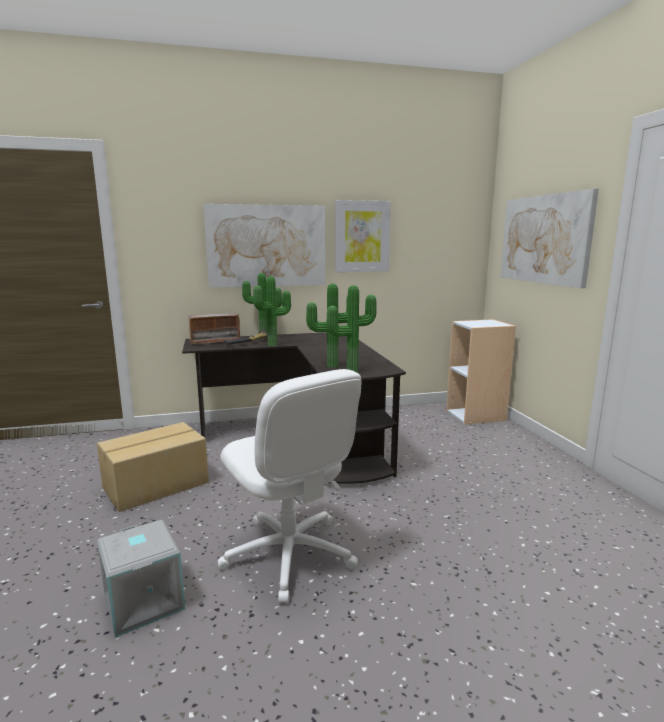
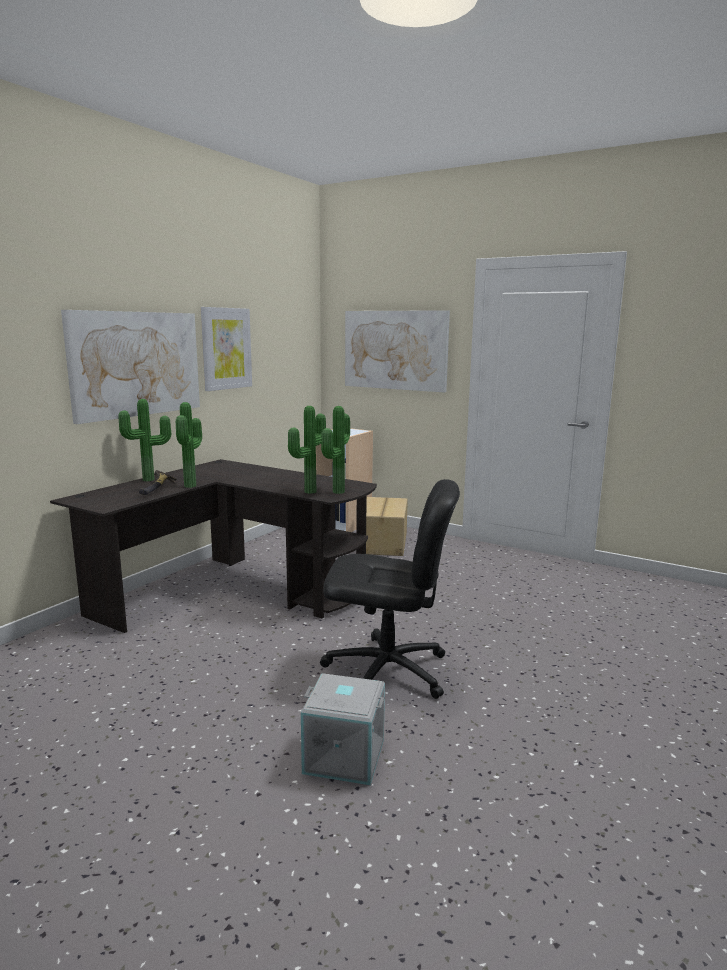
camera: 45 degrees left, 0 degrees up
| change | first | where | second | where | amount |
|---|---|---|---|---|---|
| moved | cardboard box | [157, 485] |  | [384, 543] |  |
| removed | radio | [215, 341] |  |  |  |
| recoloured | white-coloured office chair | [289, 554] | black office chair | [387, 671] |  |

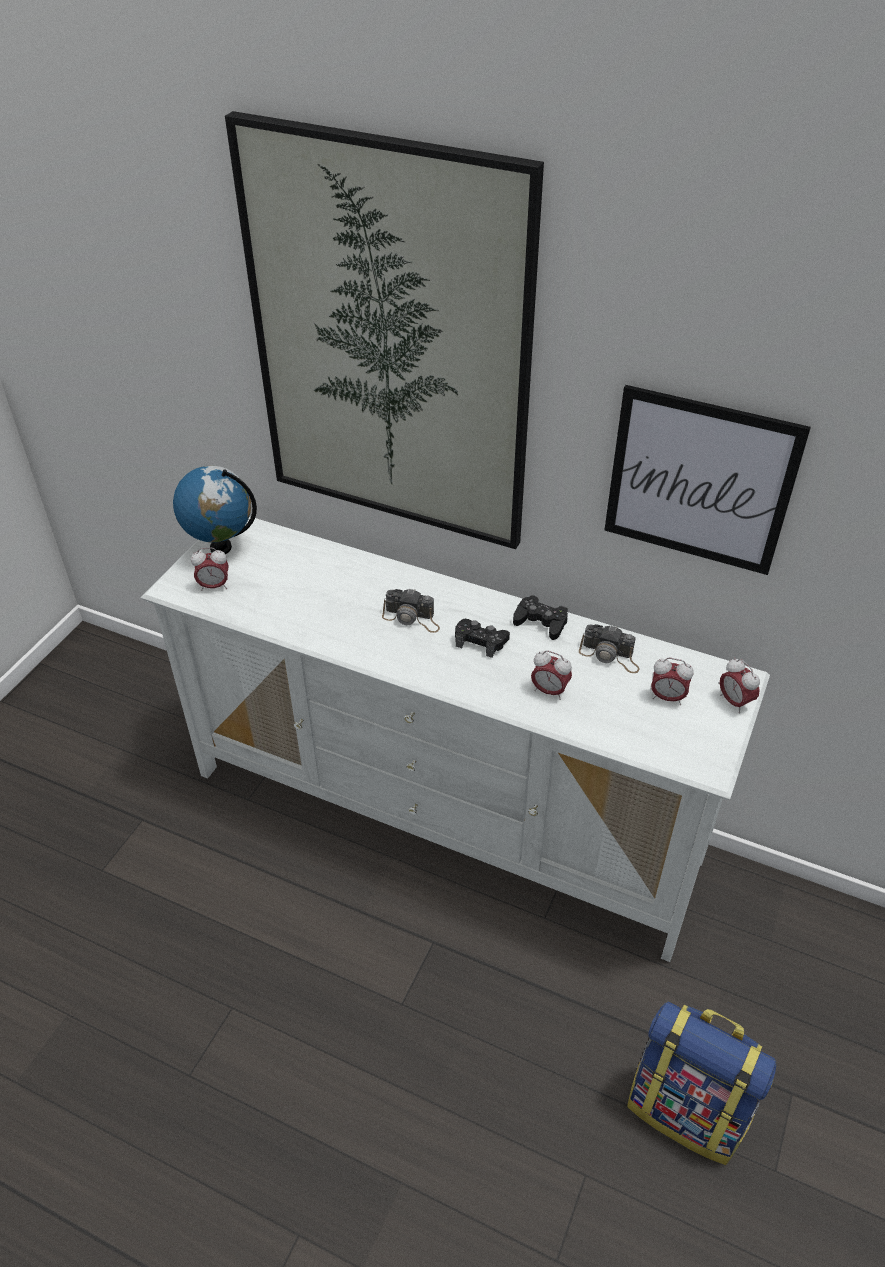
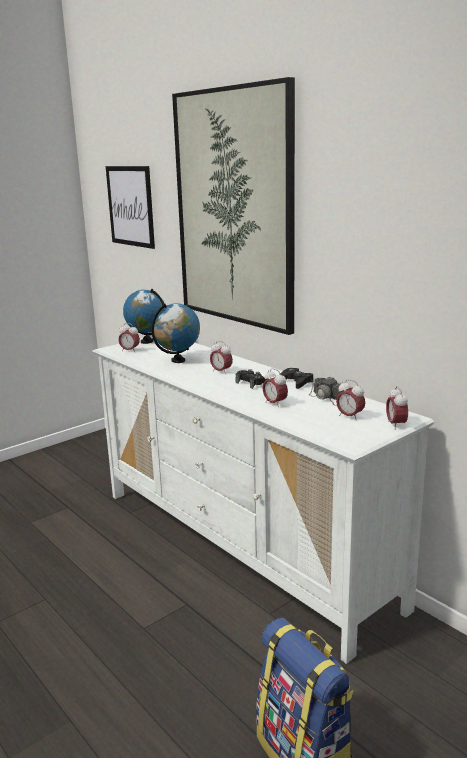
camera: 25 degrees right, 25 degrees down
| change | first | where | second | where | amount |
|---|---|---|---|---|---|
| replaced | photo camera | [412, 618] | bedside clock | [221, 372] |  |
| moved | wall picture | [699, 481] |  | [130, 206] |  |
| added |  |  | desk globe | [178, 360] |  |

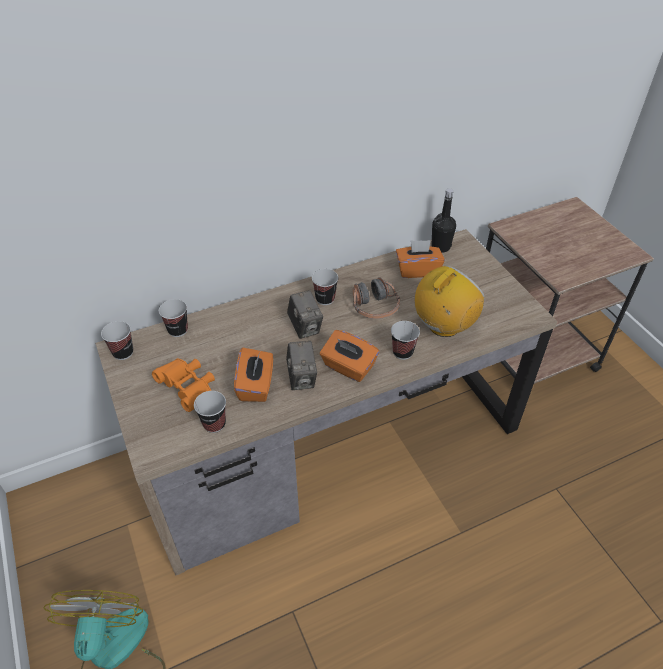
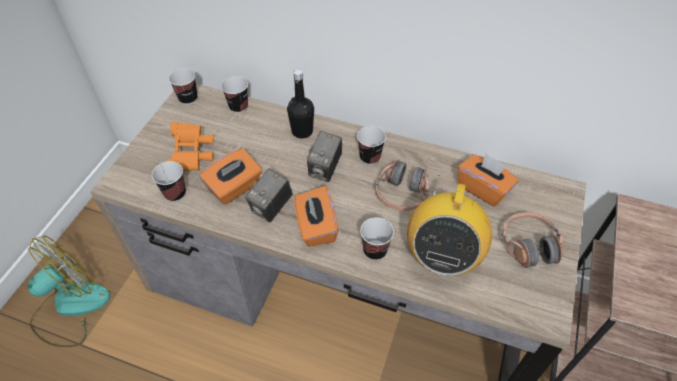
camera: 45 degrees right, 5 degrees up
| change | first | where | second | where | amount |
|---|---|---|---|---|---|
| turned | radio | [443, 326] |  | [442, 257] | 105 degrees clockwise |
| moved | black drink bottle | [440, 247] |  | [302, 131] |  |
| added |  |  | headphones | [529, 245] |  |

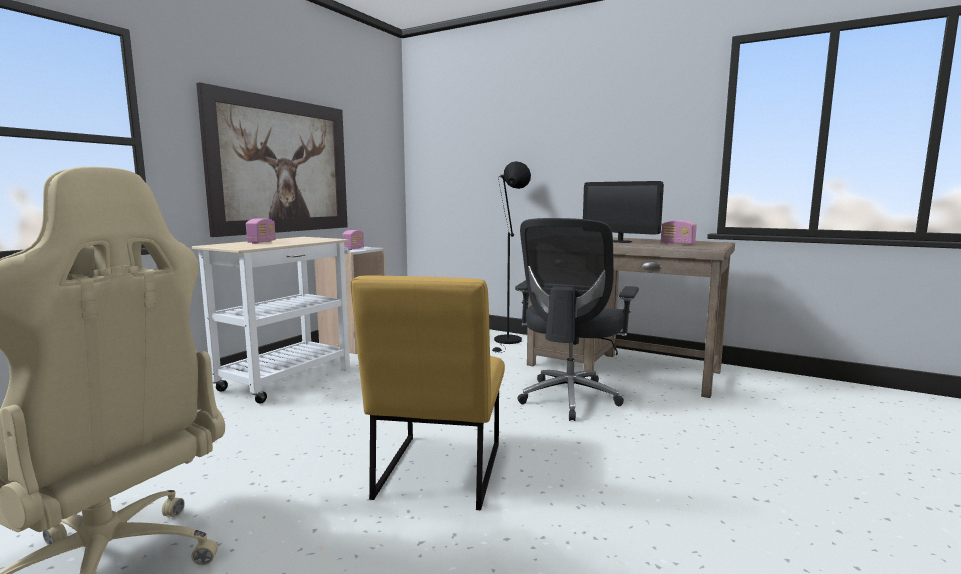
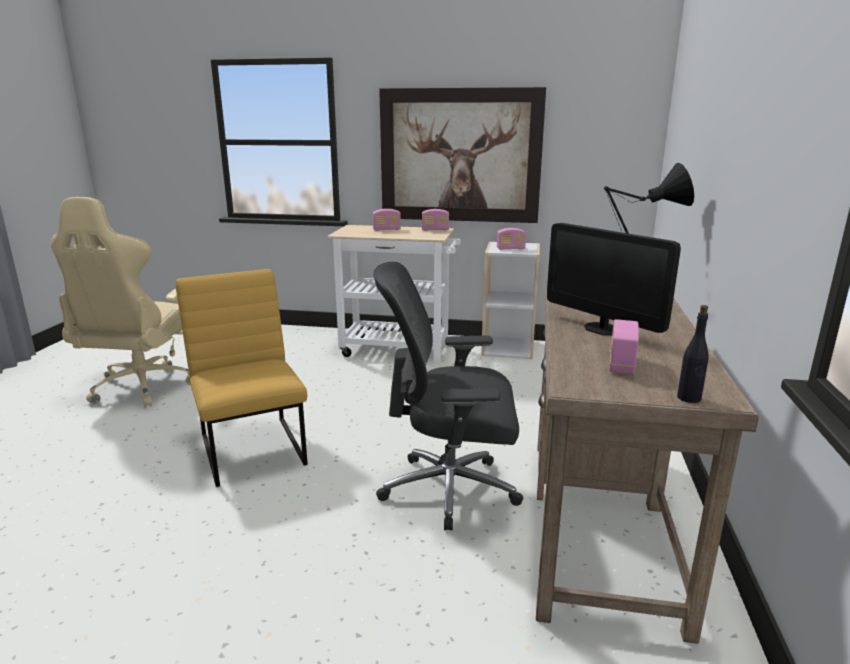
camera: 70 degrees right, 10 degrees up
| change | first | where | second | where | amount |
|---|---|---|---|---|---|
| turned | yellow-coloured plain chair | [438, 472] |  | [253, 447] | 75 degrees clockwise |
| turned | computer screen | [620, 241] |  | [603, 329] | 60 degrees counterclockwise |
| added |  |  | radio | [435, 230] |  |
| added |  |  | black drink bottle | [689, 398] |  |

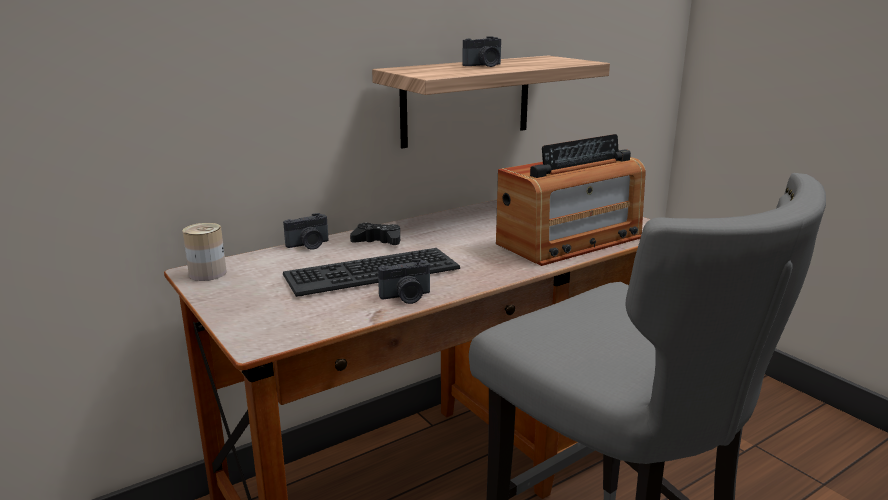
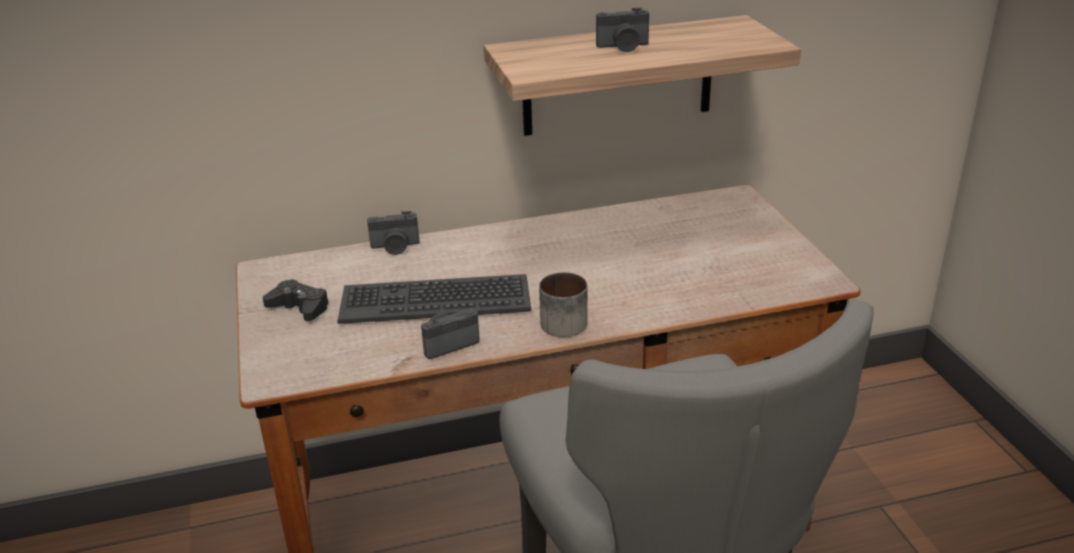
camera: 20 degrees right, 10 degrees up
| change | first | where | second | where | amount |
|---|---|---|---|---|---|
| removed | sealed can | [207, 273] |  |  |  |
| moved | black gamepad | [378, 241] |  | [299, 307] |  |
| turned | photo camera | [406, 297] |  | [448, 343] | 150 degrees clockwise |
| removed | radio | [570, 241] |  |  |  |
| added |  |  | mug | [559, 321] |  |

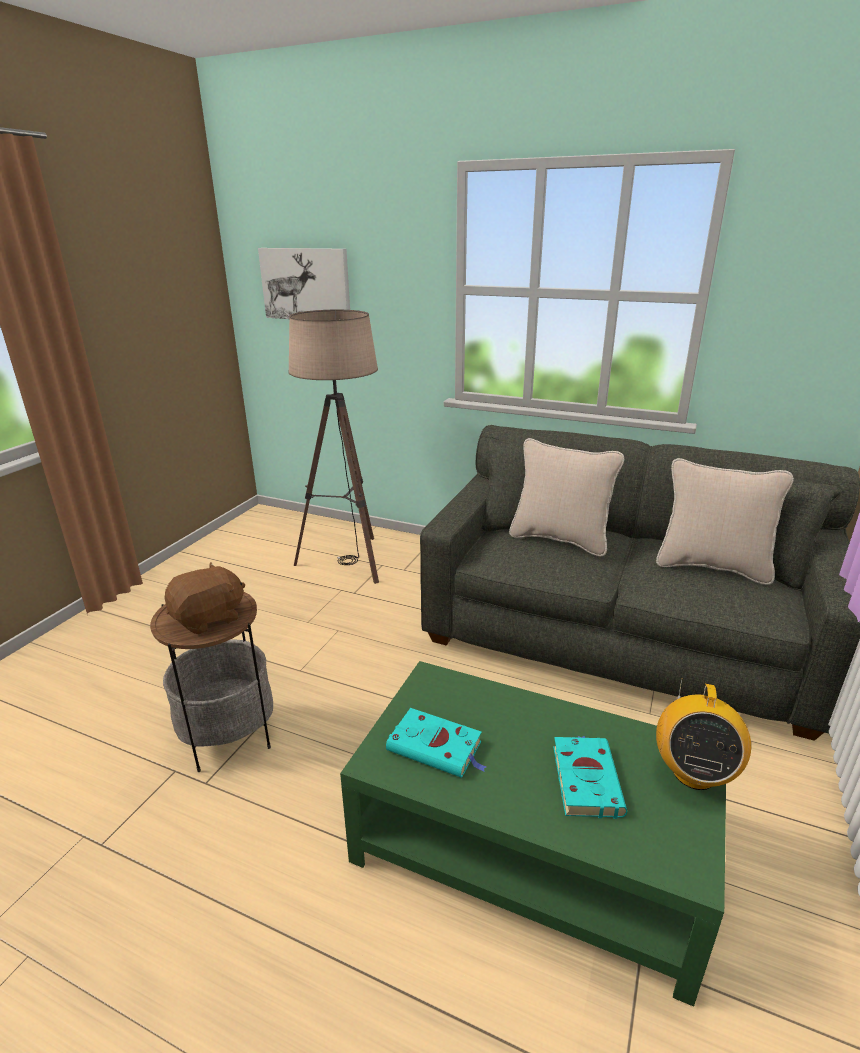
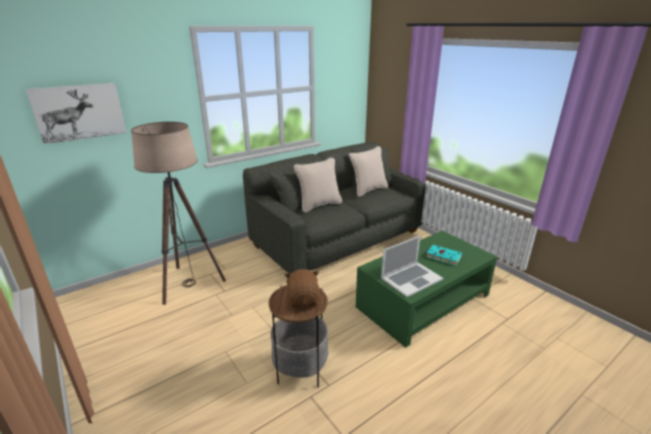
camera: 60 degrees left, 0 degrees up
| change | first | where | second | where | amount |
|---|---|---|---|---|---|
| replaced | turquoise bound book | [437, 747] | notebook computer | [411, 278] |  |
| removed | radio | [693, 773] |  |  |  |

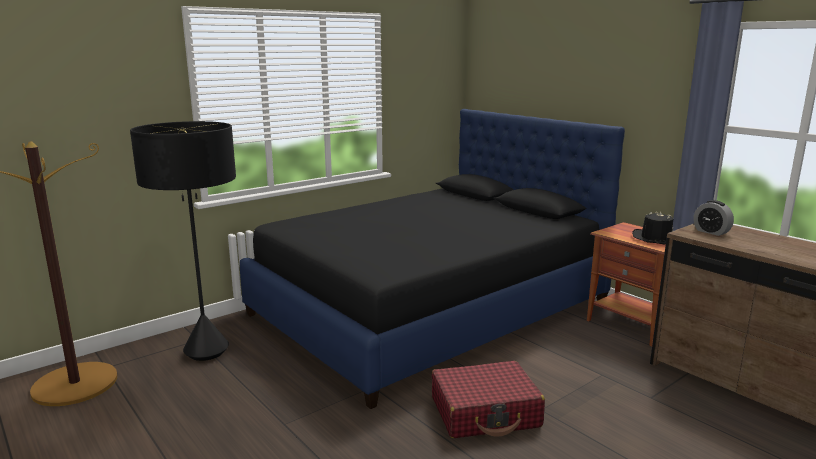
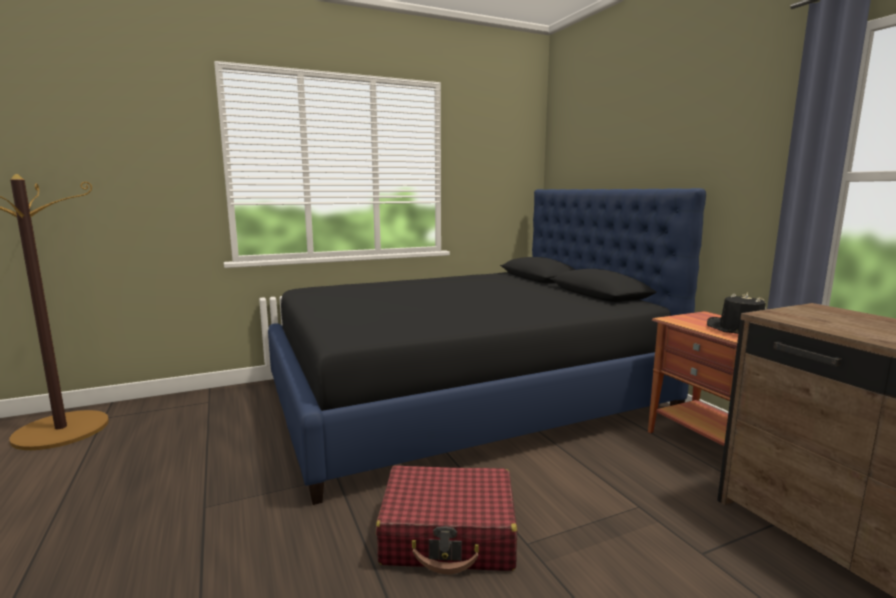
camera: 15 degrees right, 5 degrees down
| change | first | where | second | where | amount |
|---|---|---|---|---|---|
| removed | black floor lamp | [206, 352] |  |  |  |
| removed | bedside clock | [711, 232] |  |  |  |

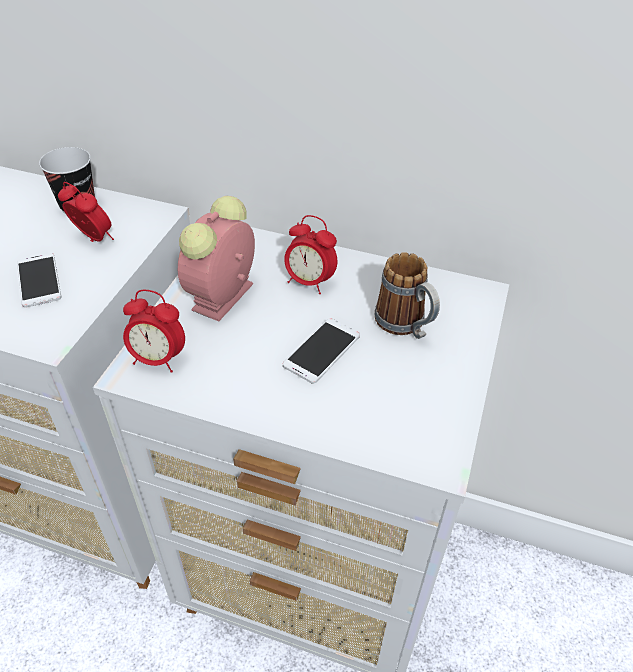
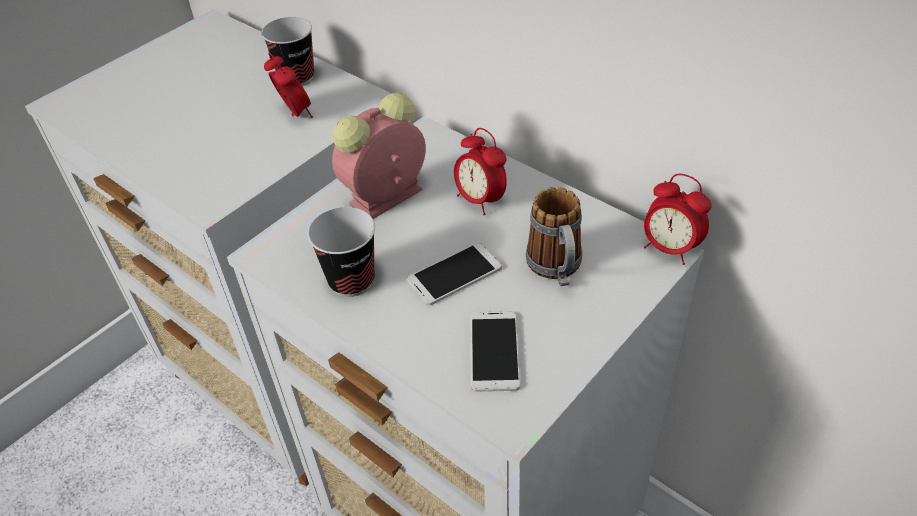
camera: 25 degrees right, 0 degrees up
| change | first | where | second | where | amount |
|---|---|---|---|---|---|
| moved | phone | [39, 280] |  | [494, 351] |  |
| moved | bedside clock | [158, 359] |  | [669, 249] |  |
| added |  |  | small cup | [351, 280] |  |

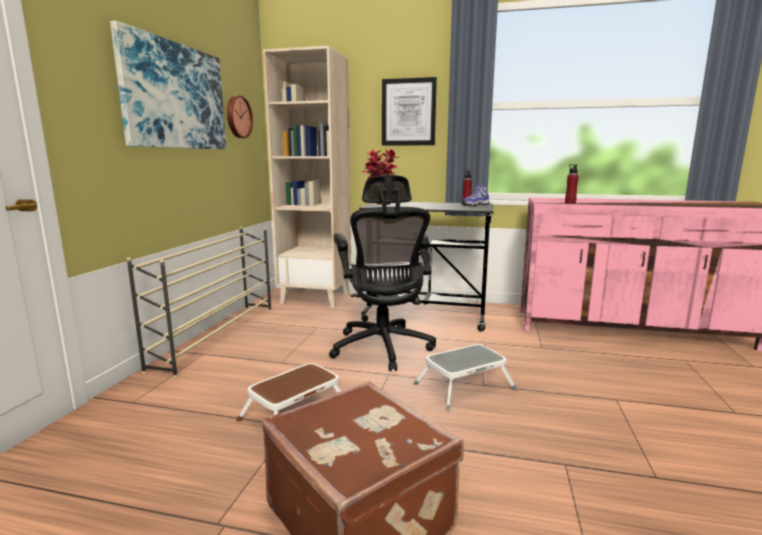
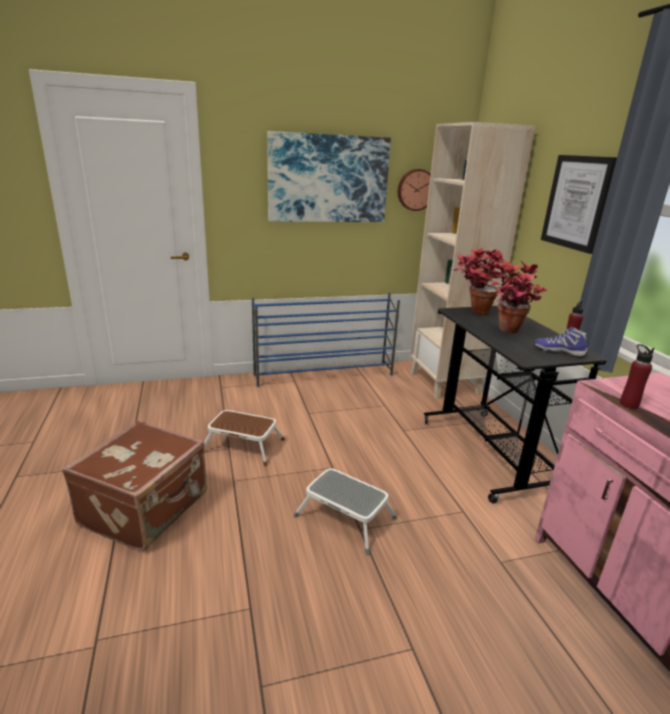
camera: 60 degrees right, 10 degrees up
| change | first | where | second | where | amount |
|---|---|---|---|---|---|
| recoloured | sand-coloured shoe stand | [218, 336] | blue shoe stand | [324, 375] |  |
| removed | office chair | [382, 348] |  |  |  |
| added |  |  | plant in a pot | [507, 332] |  |

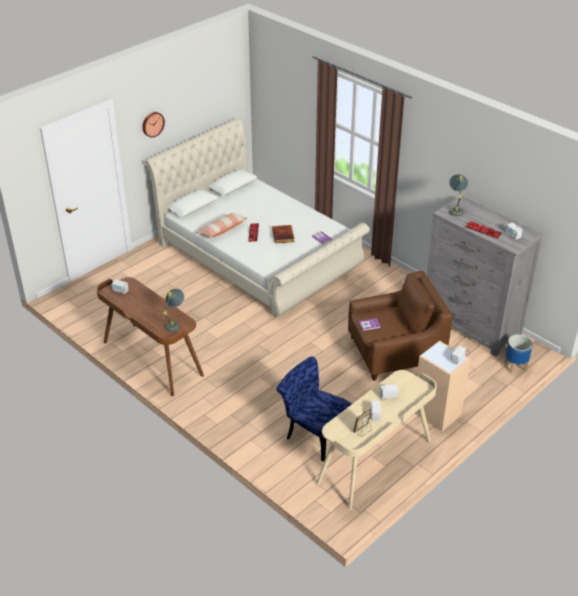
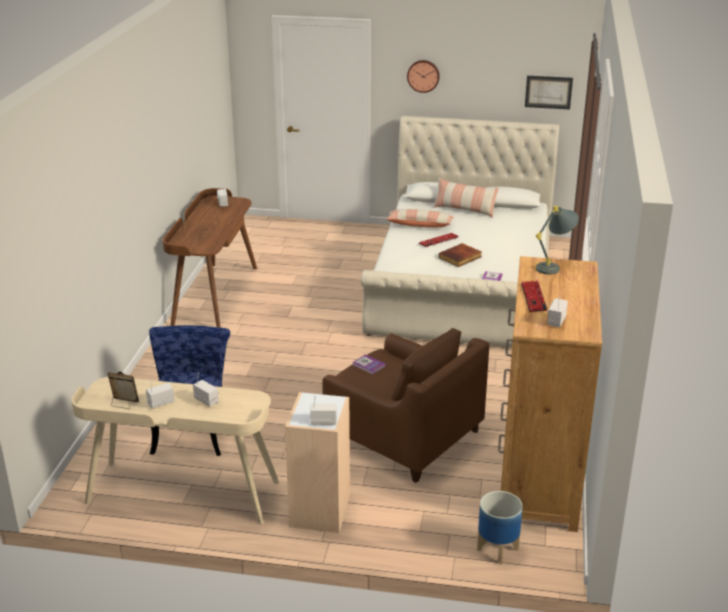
camera: 55 degrees right, 10 degrees down
| change | first | where | second | where | amount |
|---|---|---|---|---|---|
| removed | greyish table lamp | [175, 323] |  |  |  |
| recoloured | greyish dresser | [471, 325] | brown dresser | [538, 478] |  |
| added |  |  | pillow | [464, 210] |  |
| added |  |  | wall picture | [548, 92] |  |

